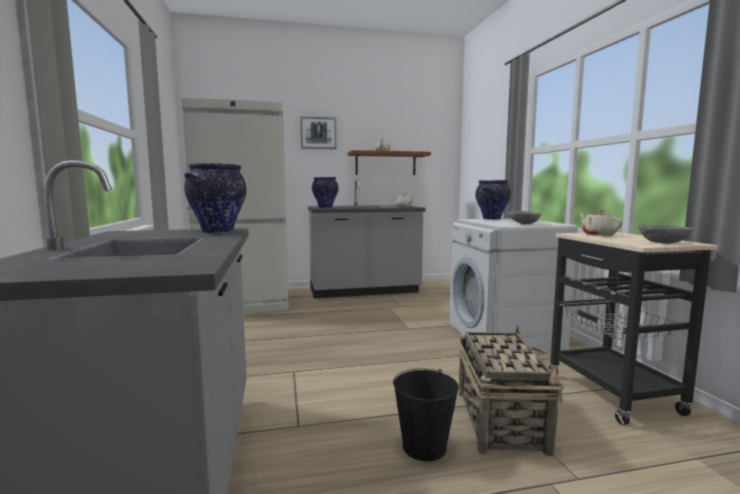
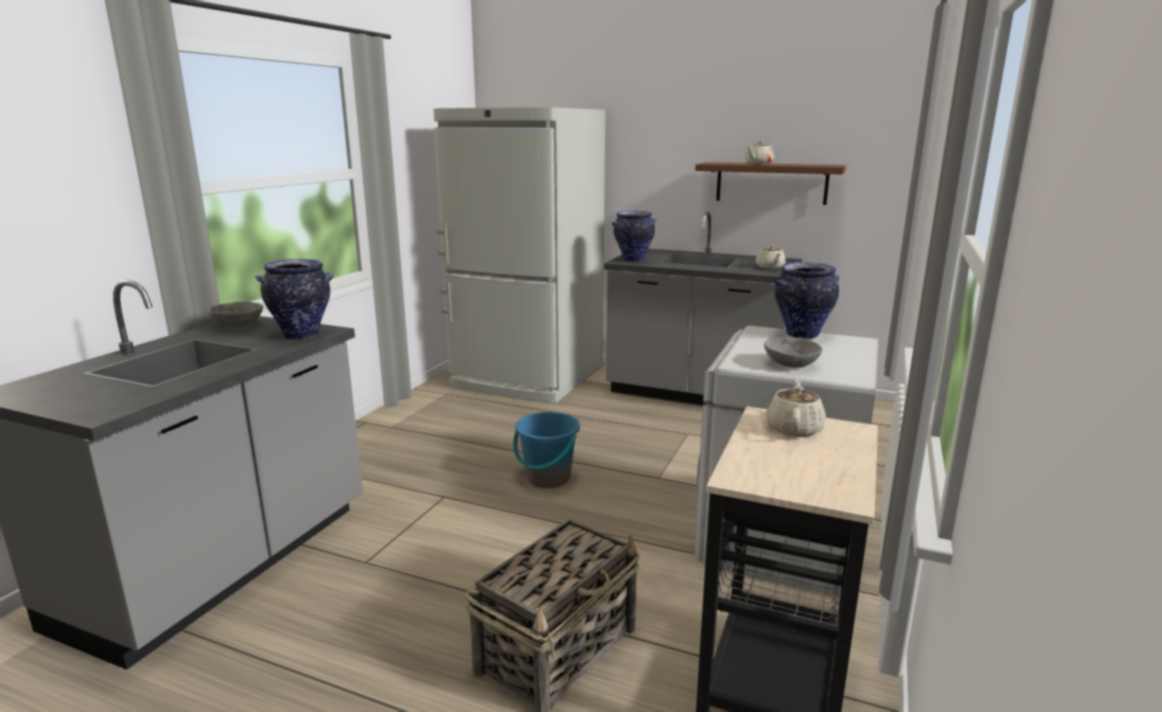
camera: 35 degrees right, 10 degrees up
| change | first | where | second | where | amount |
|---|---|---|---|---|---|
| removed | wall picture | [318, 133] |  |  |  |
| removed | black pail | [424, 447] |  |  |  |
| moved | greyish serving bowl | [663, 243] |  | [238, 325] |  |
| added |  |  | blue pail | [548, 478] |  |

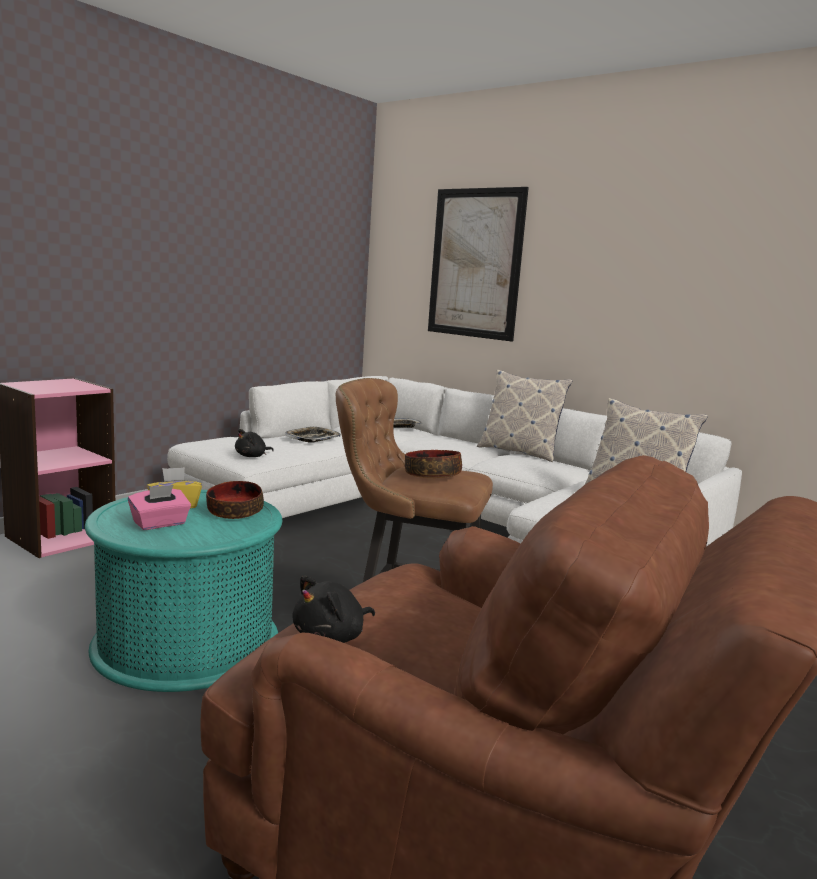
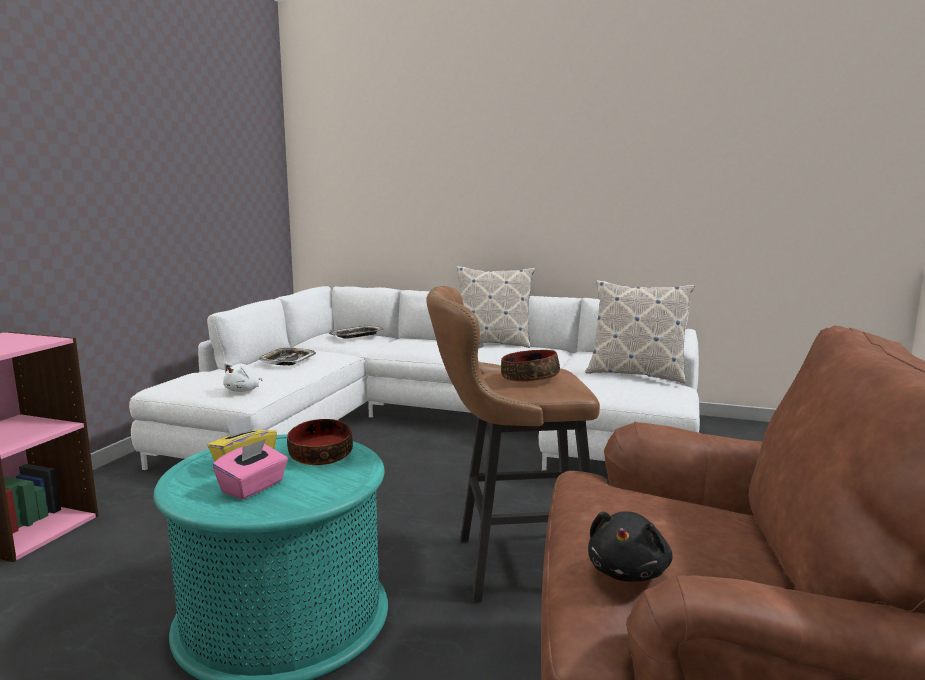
camera: 20 degrees left, 0 degrees up
| change | first | where | second | where | amount |
|---|---|---|---|---|---|
| recoloured | black cuddly toy | [252, 456] | white-coloured cuddly toy | [244, 390] |  |
| removed | wall picture | [475, 263] |  |  |  |

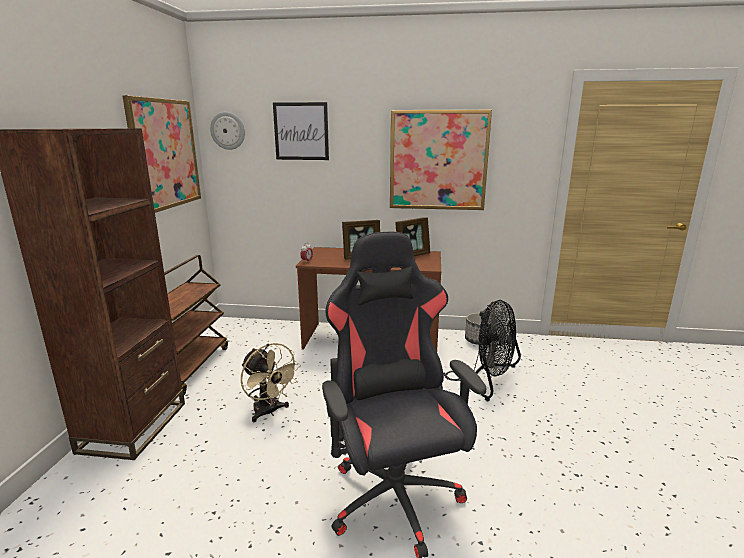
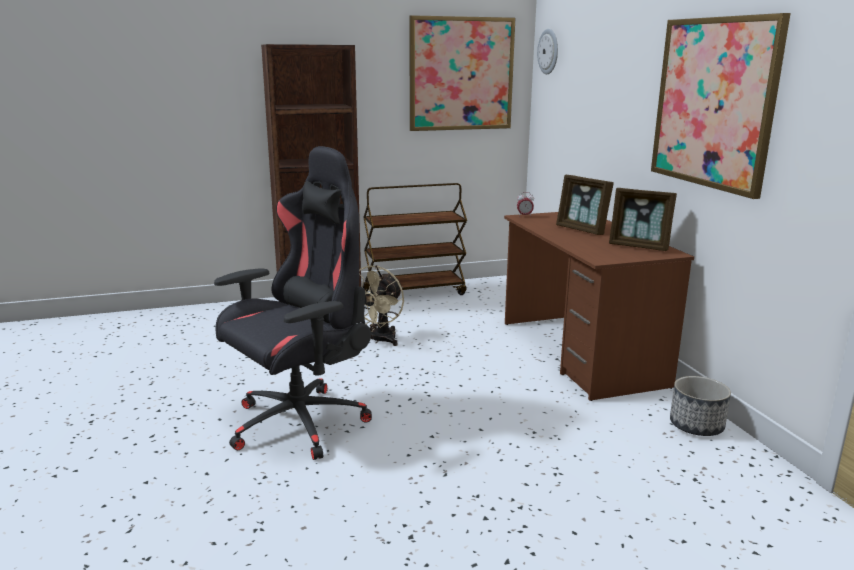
camera: 65 degrees right, 0 degrees up
| change | first | where | second | where | amount |
|---|---|---|---|---|---|
| removed | wall picture | [301, 131] |  |  |  |
| removed | black cooling fan | [485, 379] |  |  |  |

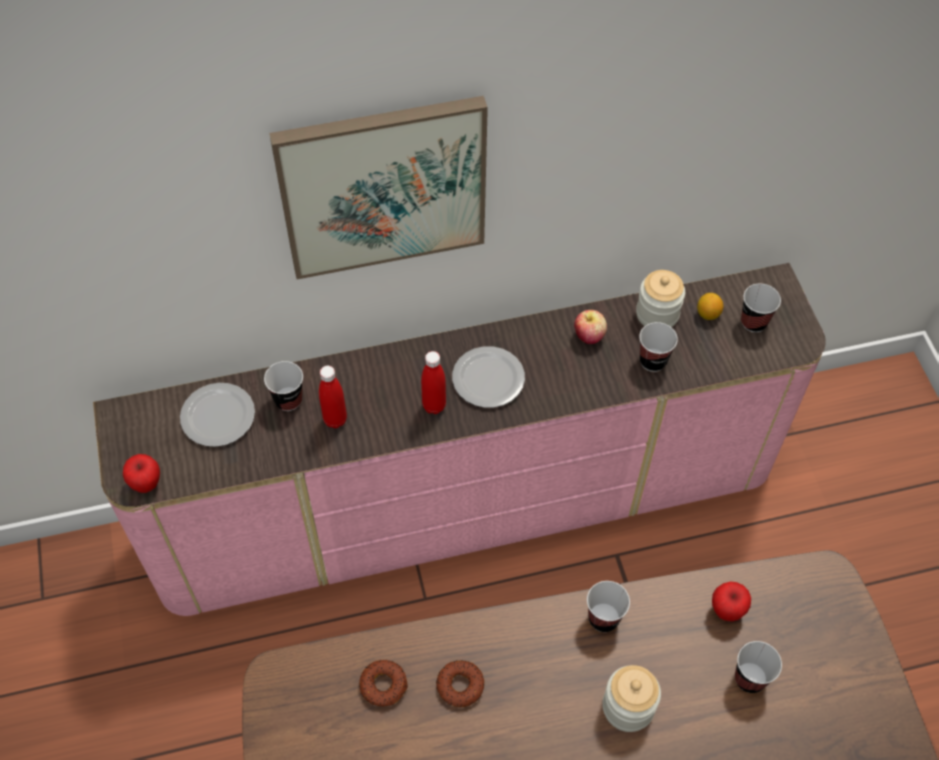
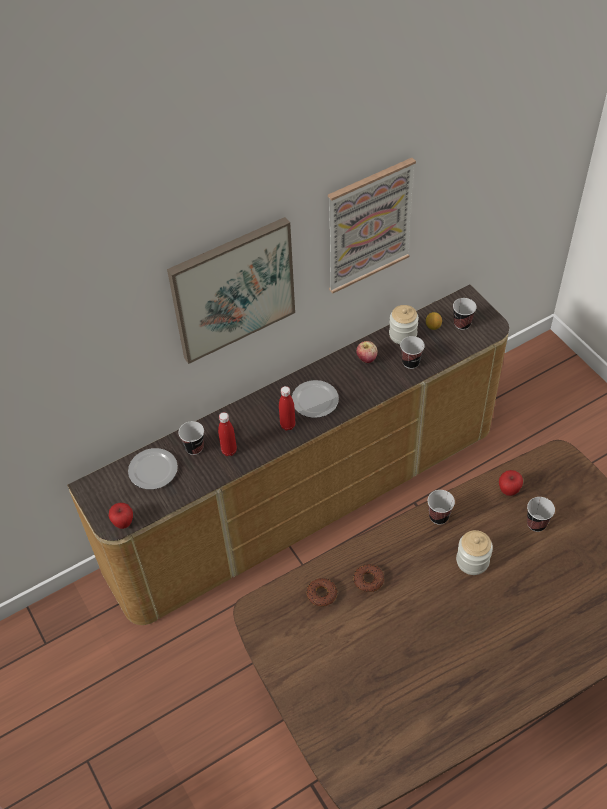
camera: 15 degrees left, 5 degrees down
| change | first | where | second | where | amount |
|---|---|---|---|---|---|
| recoloured | pink-coloured cupboard | [468, 503] | brown cupboard | [308, 499] |  |
| added |  |  | wall picture | [369, 225] |  |

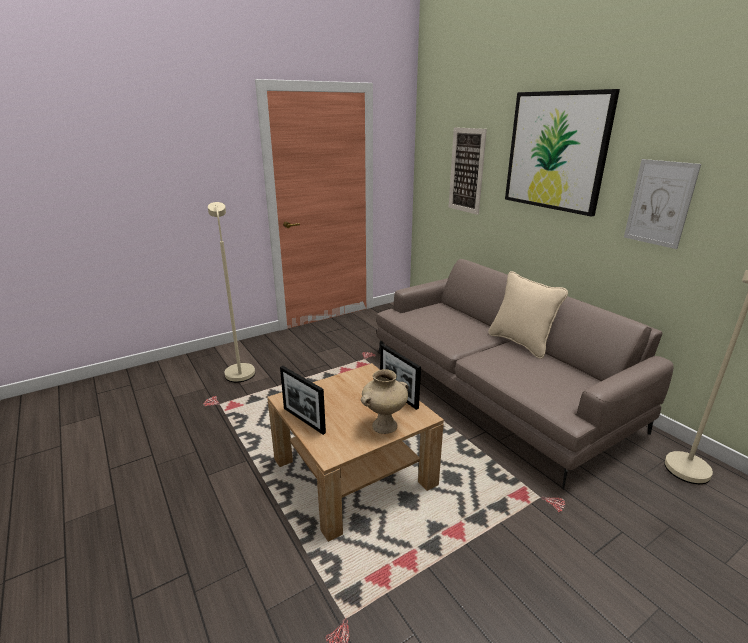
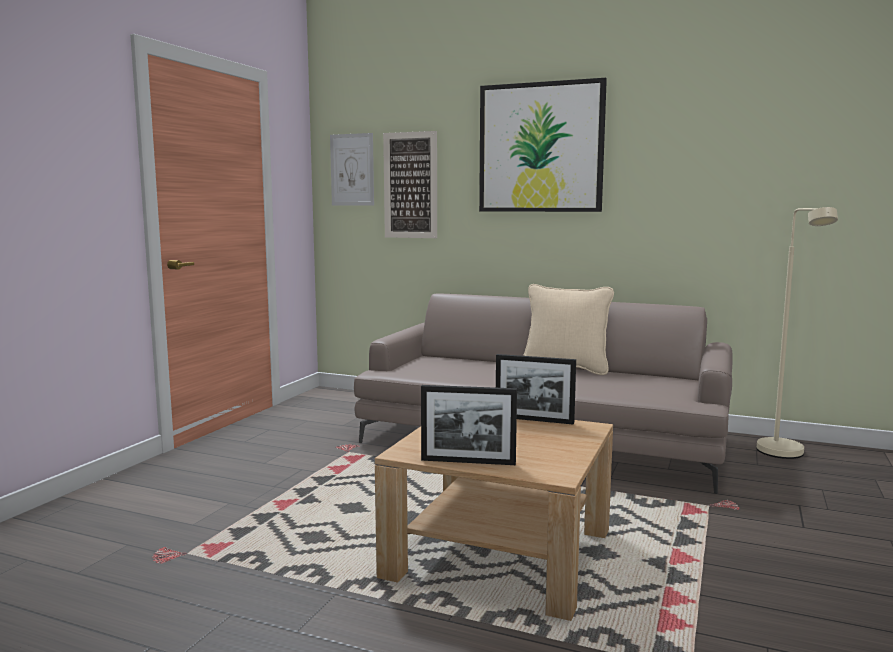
camera: 35 degrees left, 15 degrees down
| change | first | where | second | where | amount |
|---|---|---|---|---|---|
| removed | sand-coloured floor lamp | [239, 370] |  |  |  |
| removed | sand-coloured decorative vase | [384, 425] |  |  |  |
| moved | wall picture | [659, 203] |  | [352, 170] |  |

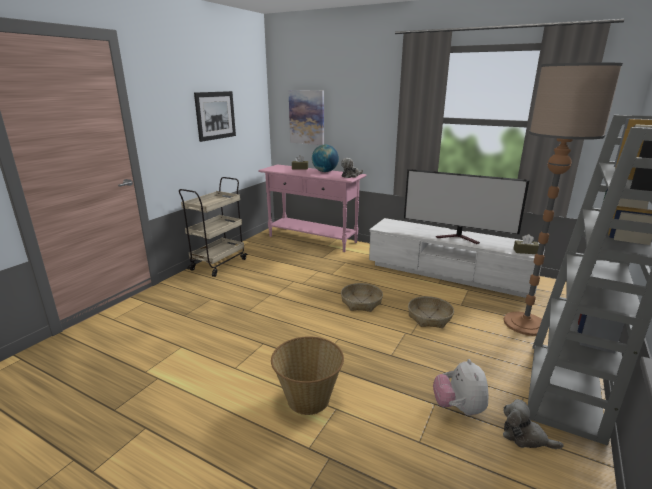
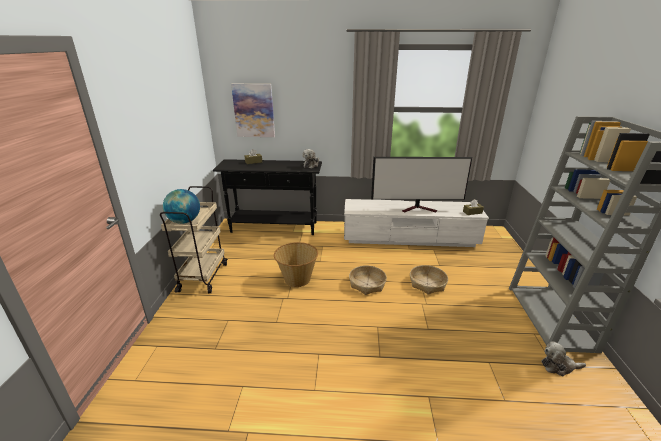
camera: 25 degrees left, 5 degrees up
| change | first | where | second | where | amount |
|---|---|---|---|---|---|
| removed | wall picture | [215, 115] |  |  |  |
| recoloured | pink-coloured narrow table | [312, 239] | black narrow table | [274, 227] |  |
| moved | household basket | [308, 398] |  | [297, 279] |  |
| moved | desk globe | [325, 171] |  | [185, 221] |  |
| removed | cuddly toy | [458, 408] |  |  |  |
| removed | floor lamp | [525, 324] |  |  |  |

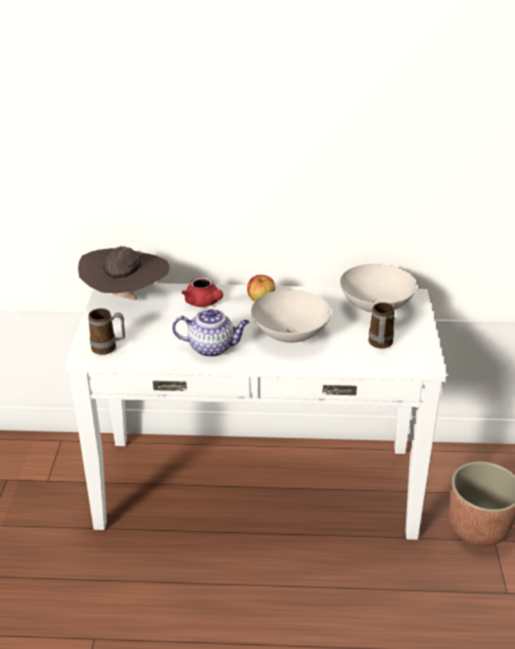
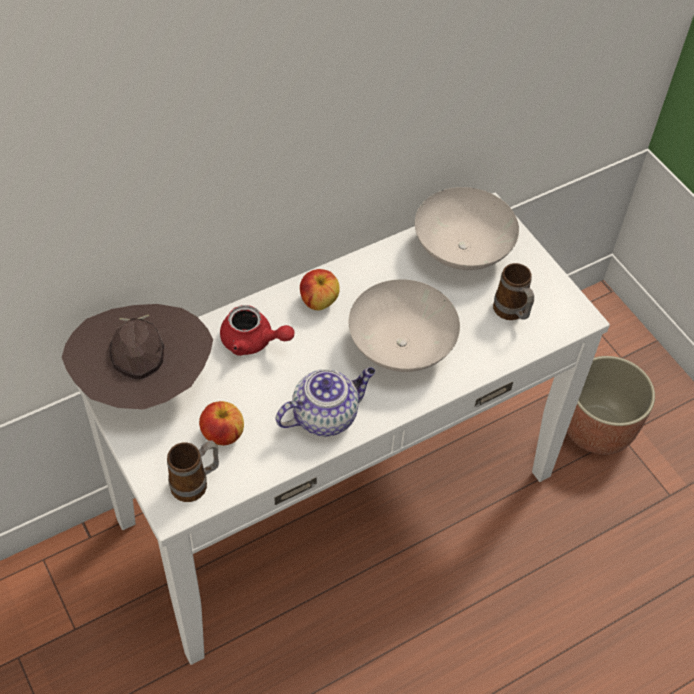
camera: 35 degrees left, 20 degrees up
| change | first | where | second | where | amount |
|---|---|---|---|---|---|
| added |  |  | apple | [222, 434] |  |

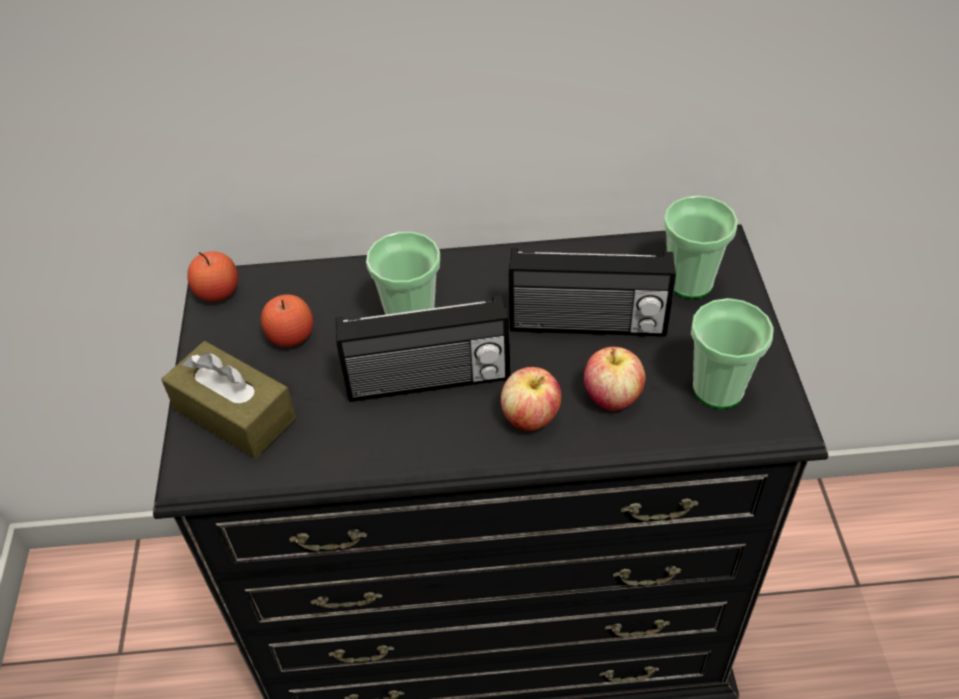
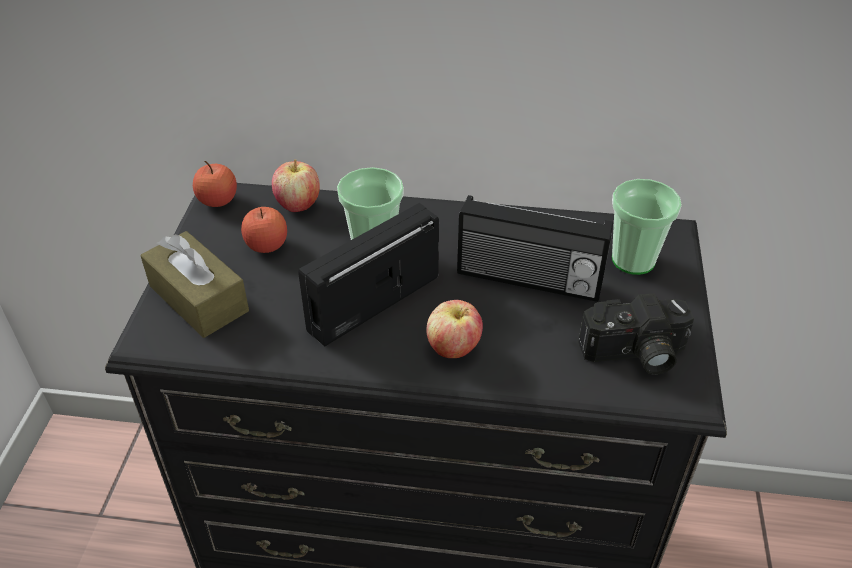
camera: 10 degrees right, 5 degrees down
| change | first | where | second | where | amount |
|---|---|---|---|---|---|
| turned | radio | [428, 381] |  | [372, 302] | 135 degrees clockwise |
| moved | apple | [612, 397] |  | [298, 204] |  |
| replaced | small cup | [718, 389] | photo camera | [634, 355] |  |

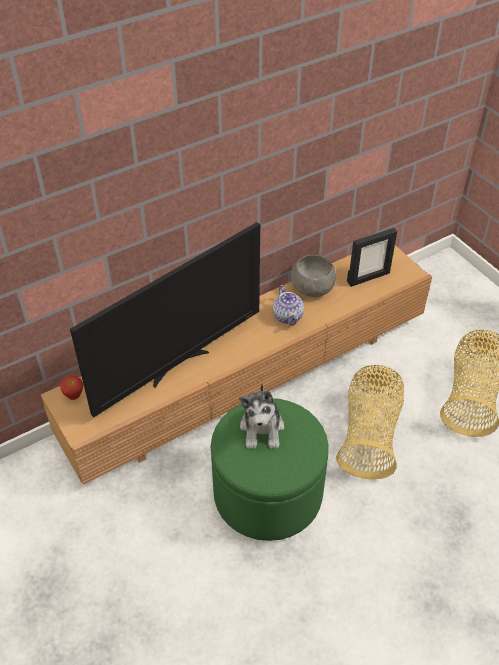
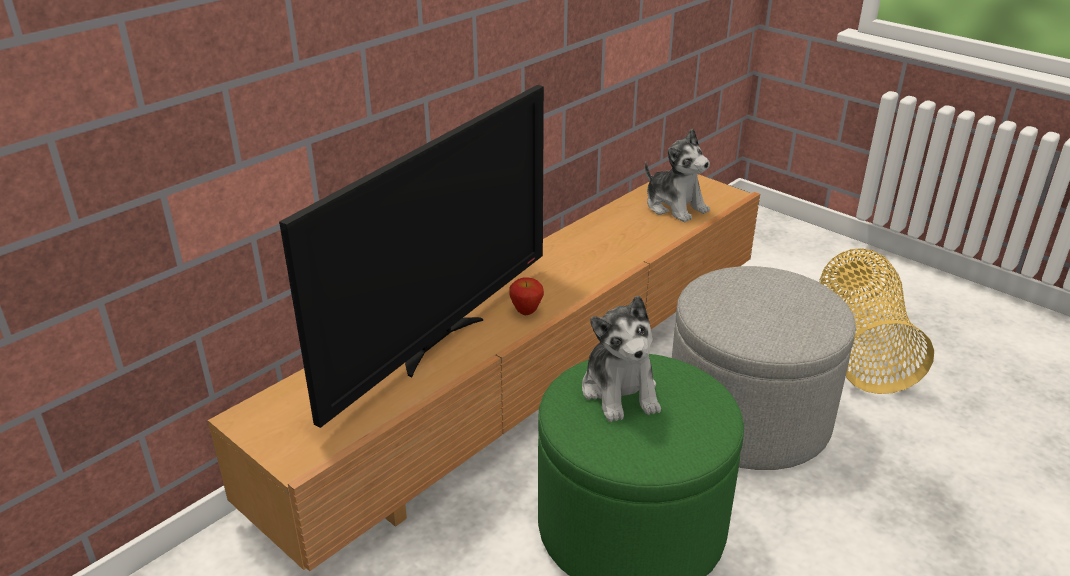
camera: 15 degrees left, 15 degrees down
| change | first | where | second | where | amount |
|---|---|---|---|---|---|
| moved | apple | [74, 396] |  | [526, 312] |  |
| removed | pot for tea | [288, 316] |  |  |  |
| removed | greyish serving bowl | [313, 288] |  |  |  |
| replaced | household basket | [369, 435] | greyish pouffe | [748, 418] |  |
| replaced | photo frame | [368, 277] | cuddly toy | [675, 206] |  |

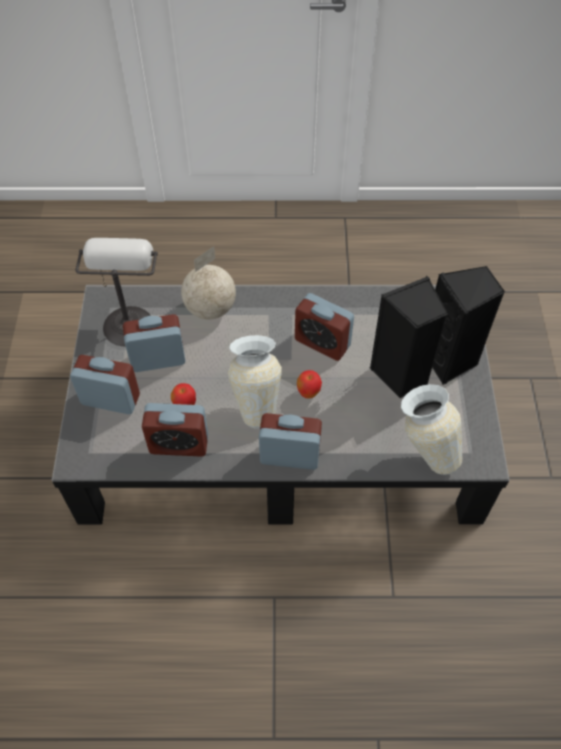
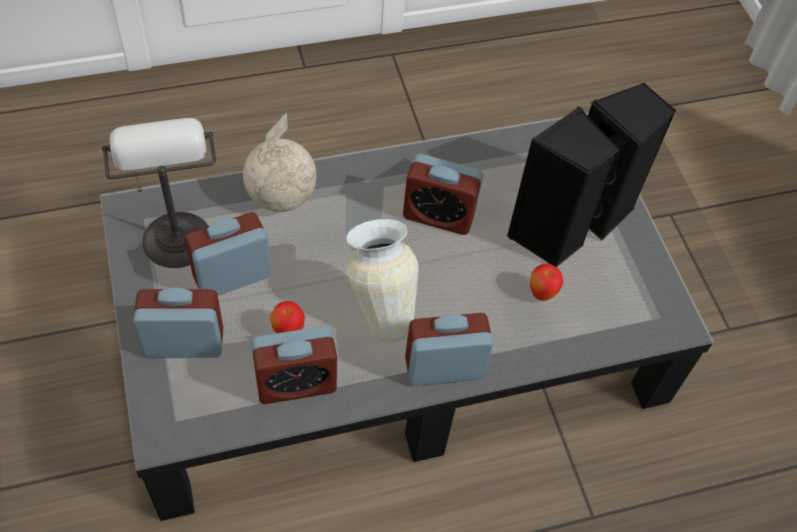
camera: 20 degrees left, 0 degrees up
| change | first | where | second | where | amount |
|---|---|---|---|---|---|
| moved | apple | [308, 393] |  | [541, 293] |  |
| removed | decorative vase | [425, 451] |  |  |  |

